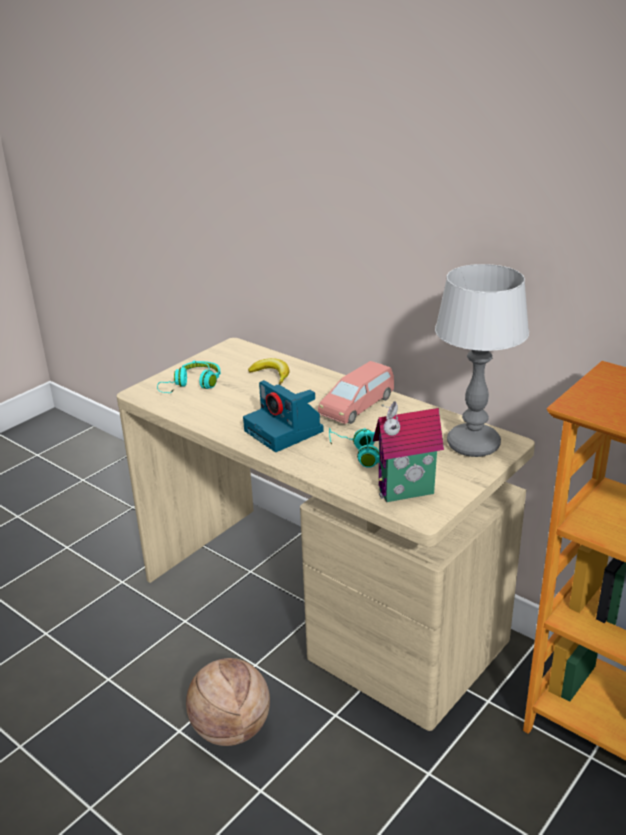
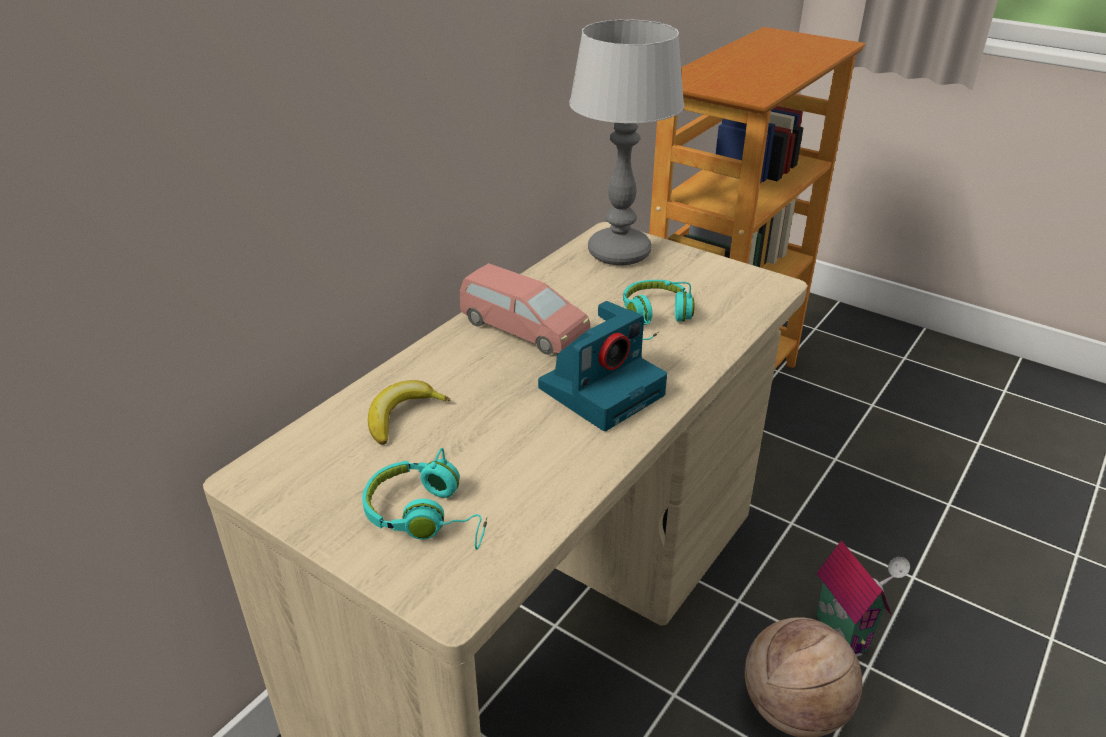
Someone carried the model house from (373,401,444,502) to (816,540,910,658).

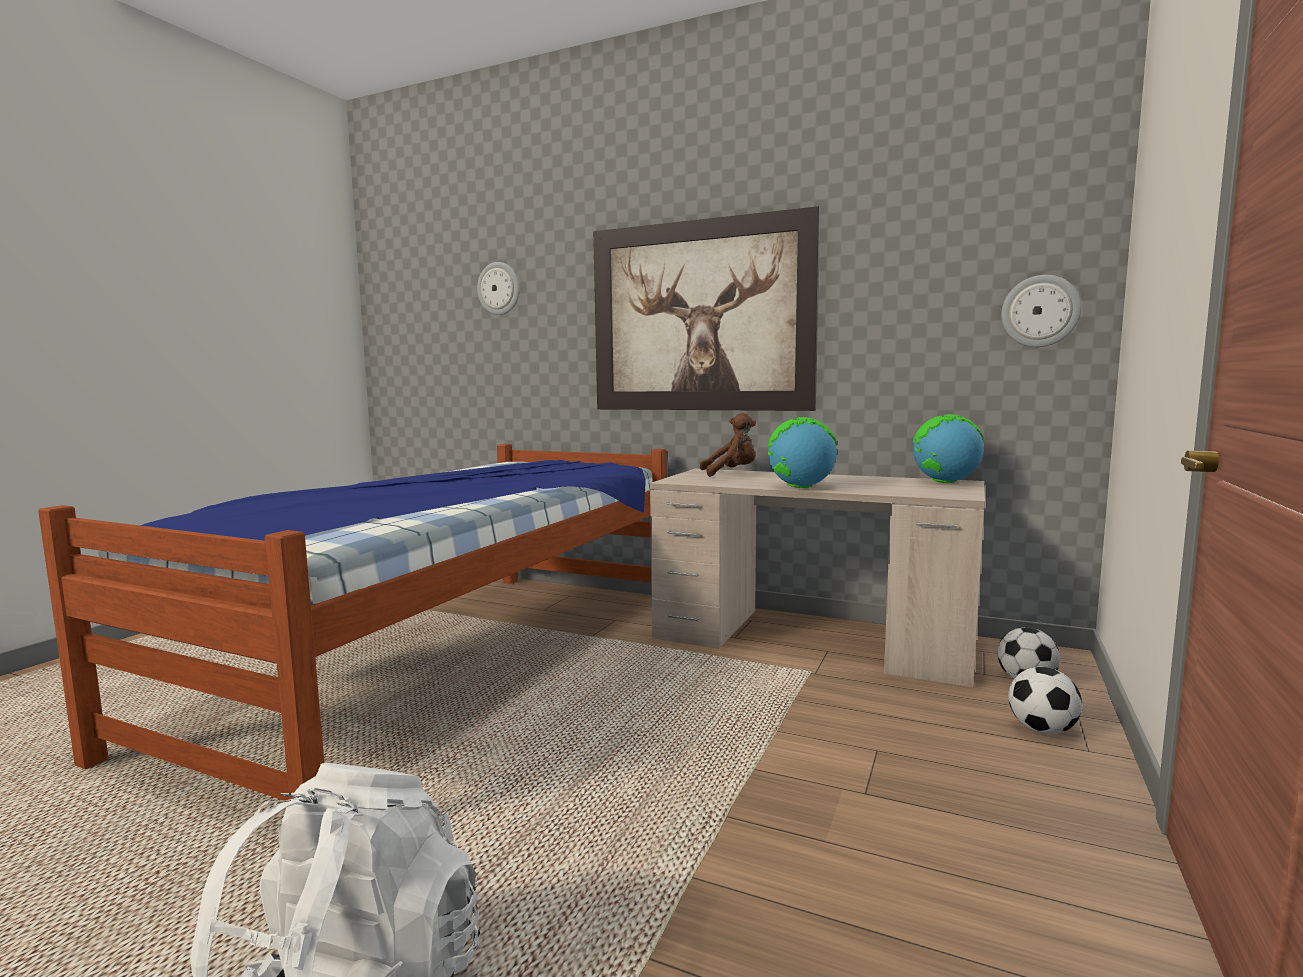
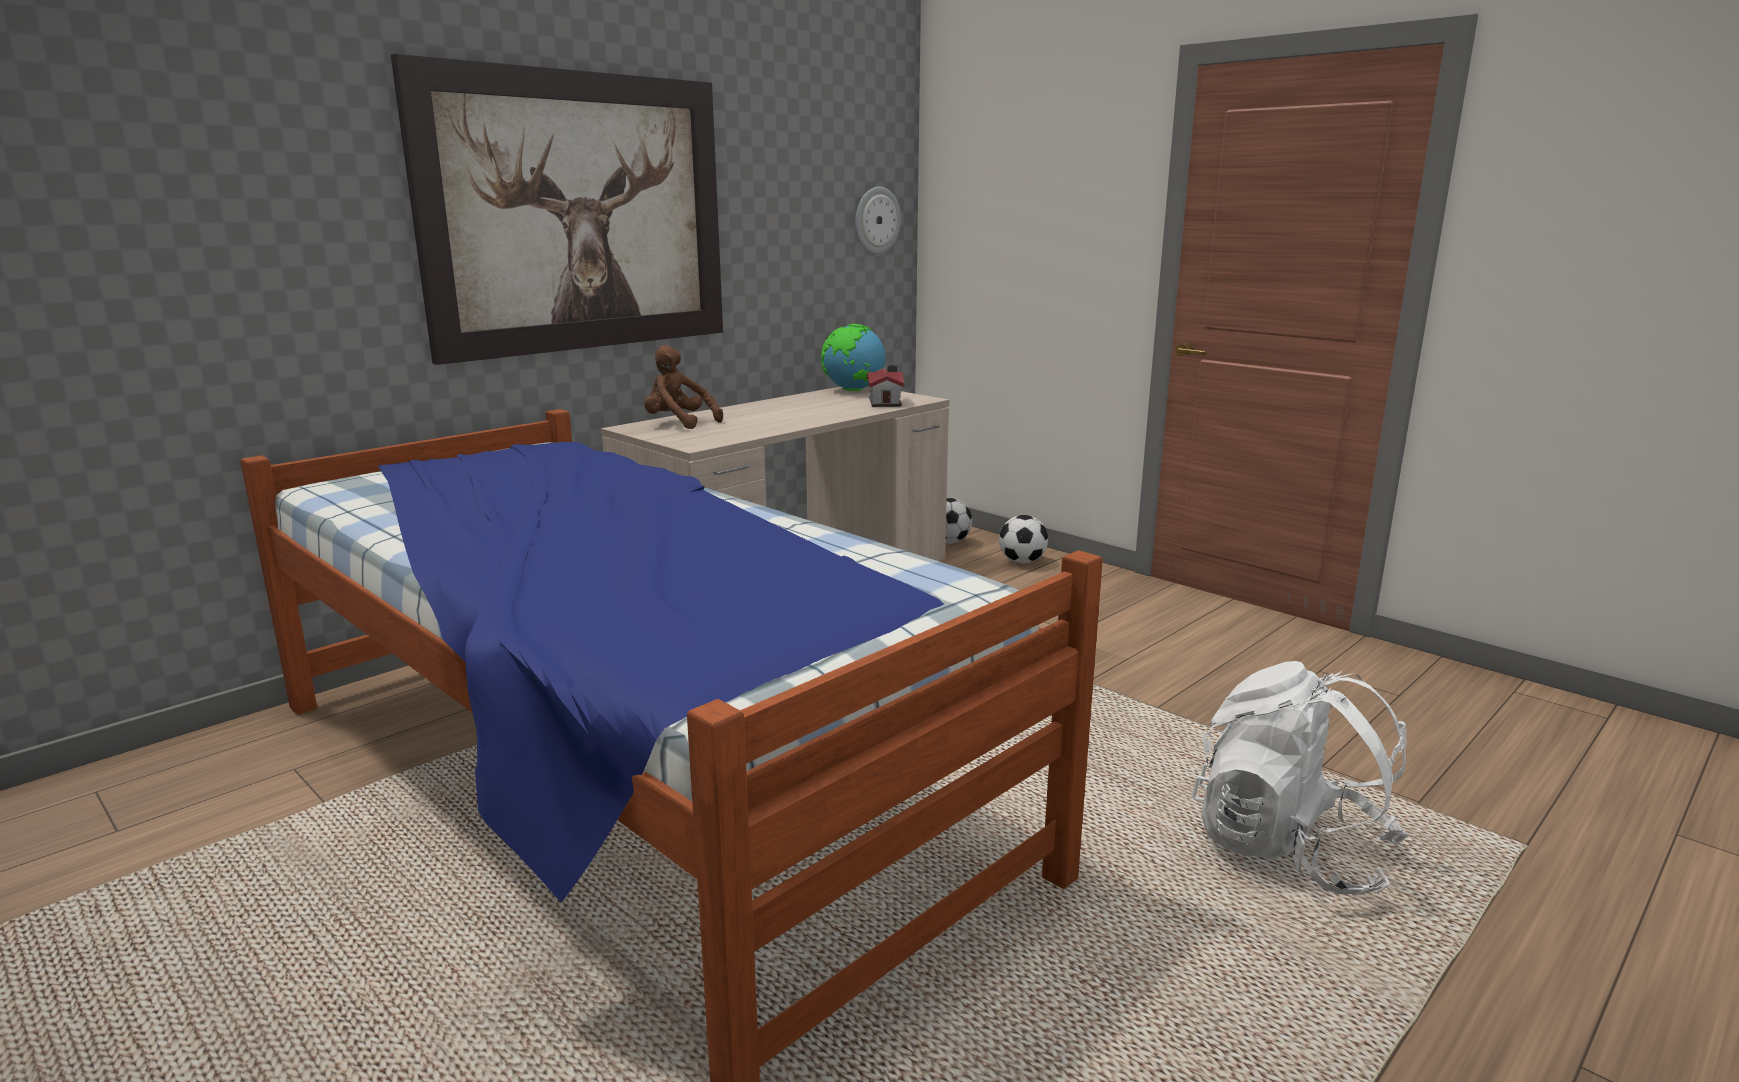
Someone rotated the brownish soft toy at (700,413,756,477) by 75 degrees counterclockwise. Someone put down the model house at (866,365,905,407). Someone took away the clock on the wall at (477,262,520,315). Someone took away the globe at (768,417,837,488).

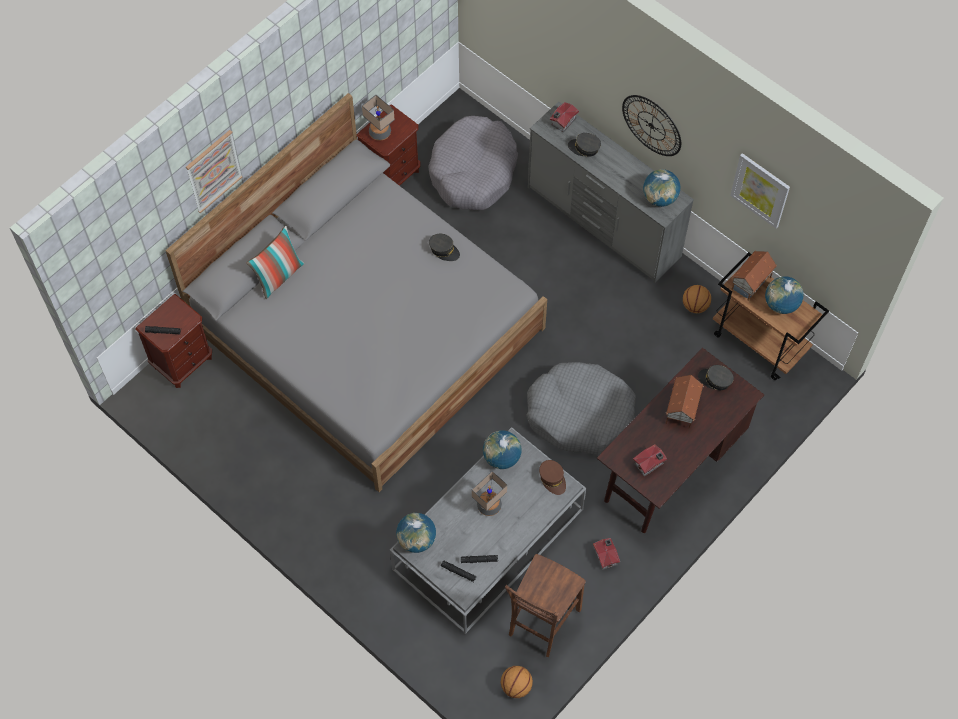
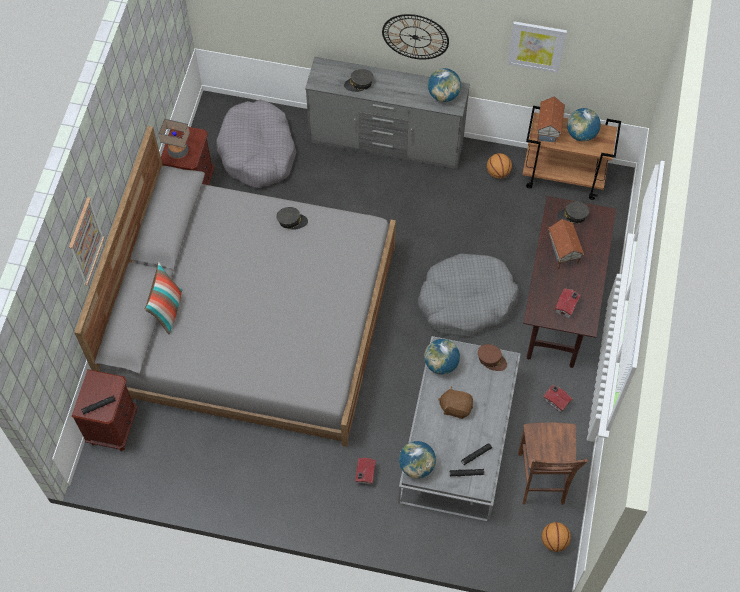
Someone carried the model house from (550,102,579,133) to (355,458,376,486). Someone swapped the lamp for a table at (472,471,507,516) for the brownish soft toy at (438,386,473,419).

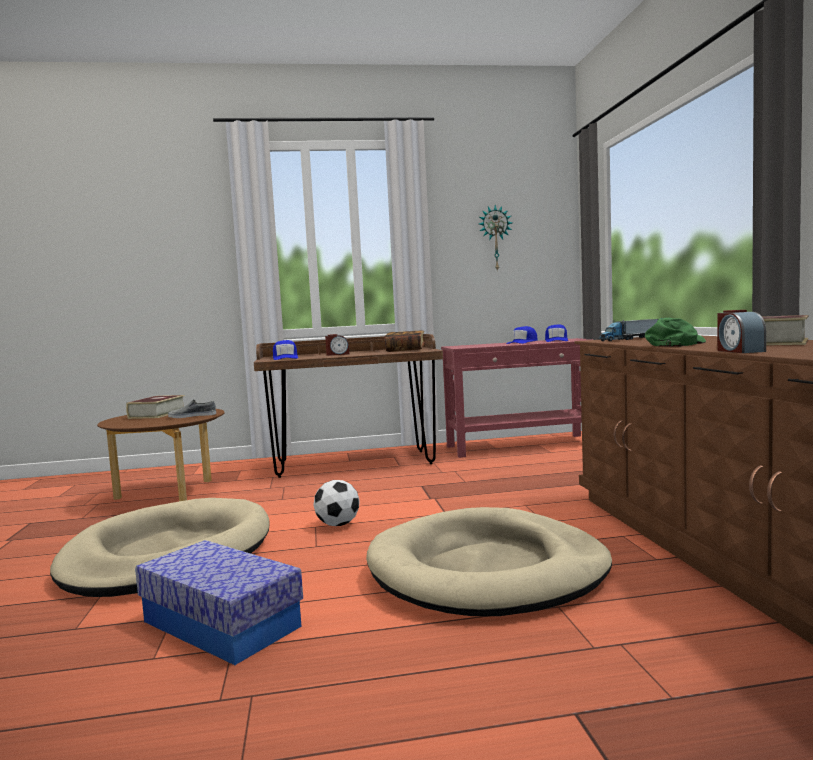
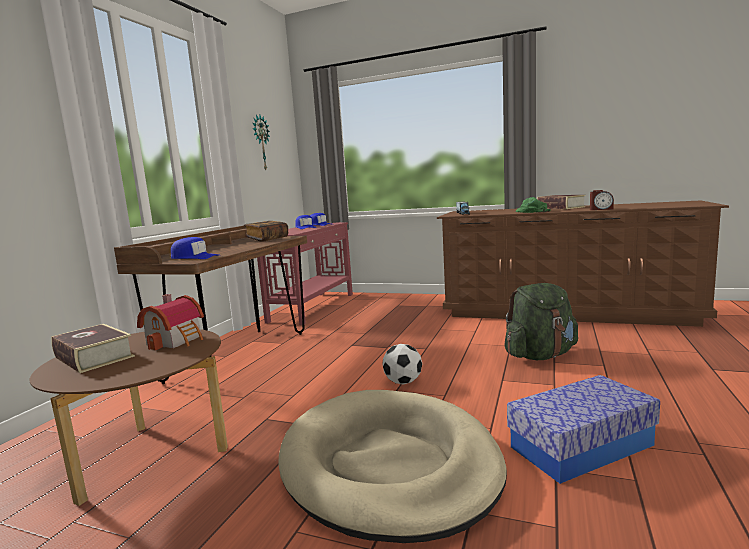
Someone swapped the grey low shoe at (168,399,216,418) for the model house at (137,294,204,350). Someone swapped the sand-coloured dog bed at (366,507,612,616) for the green-coloured backpack at (504,283,578,360). Someone took away the alarm clock at (325,334,349,356).

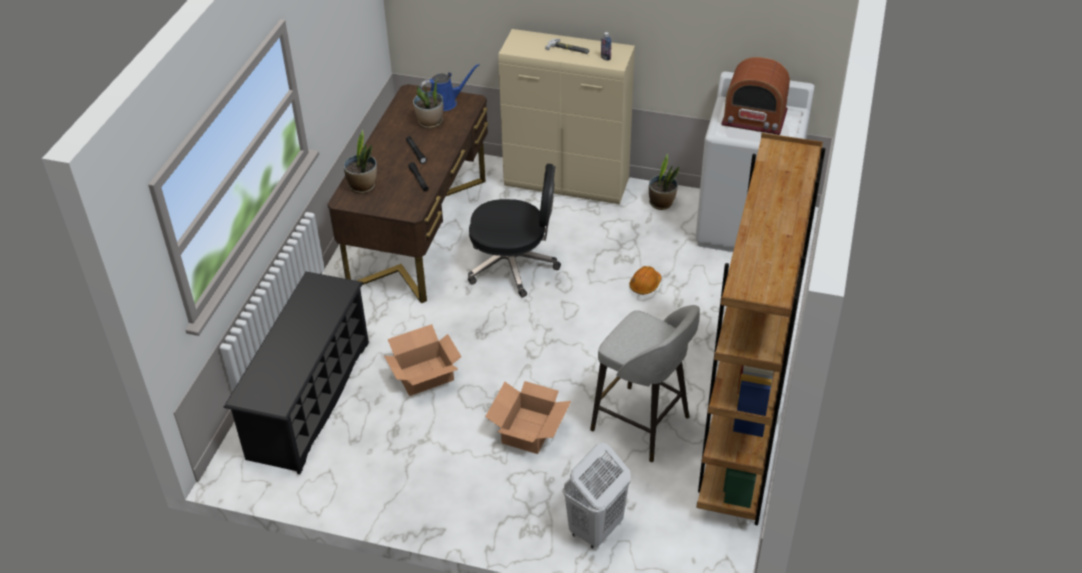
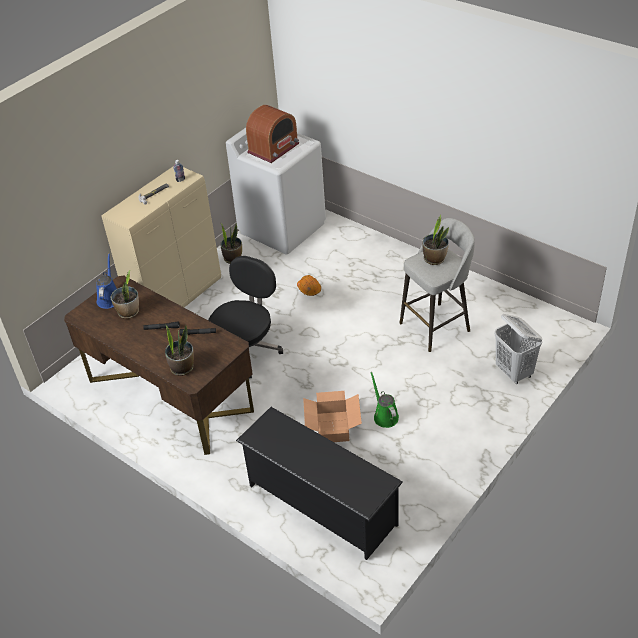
Someone put down the green-coloured watering pot at (370,372,399,428). Someone put down the plant in a pot at (423,215,449,265). Someone took away the packing box at (485,381,571,454). Someone took away the brownish bookcase at (696,133,825,525).

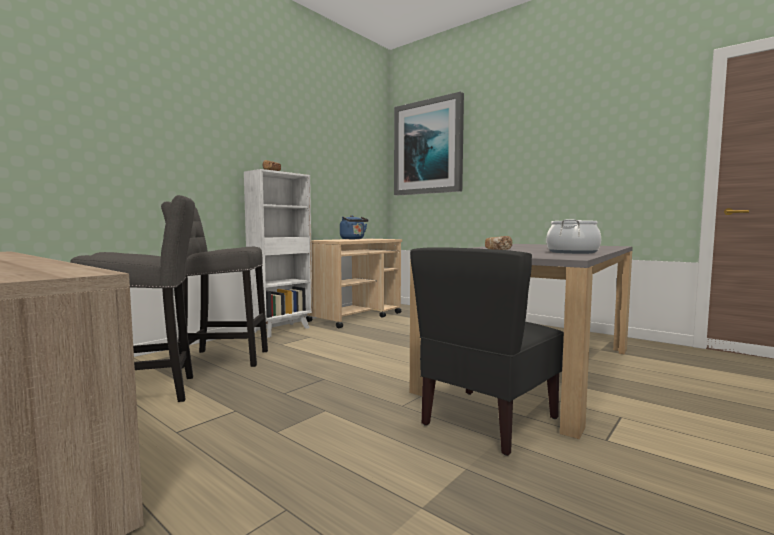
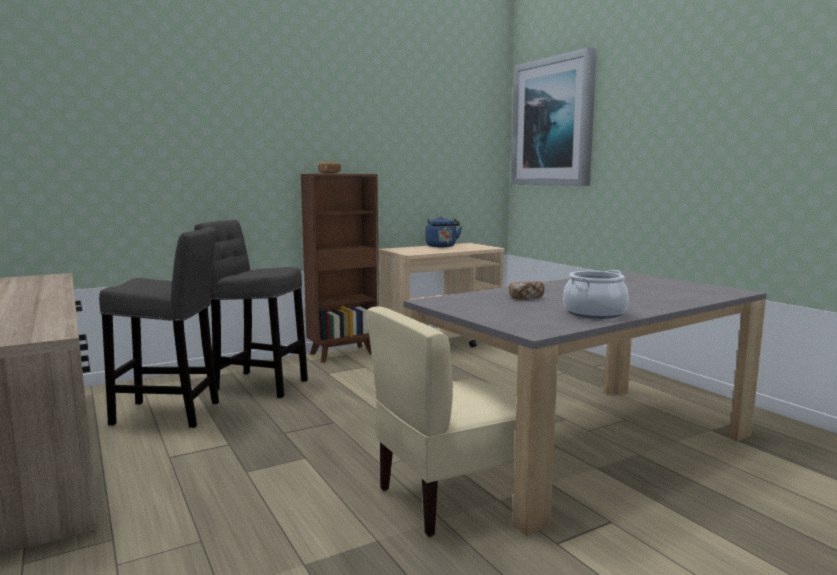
Someone repainted the whitish bookcase at (244,169,313,338), which became the brownish bookcase at (301,174,379,363). Someone repainted the black-coloured chair at (410,247,564,456), which became the sand-coloured chair at (367,306,517,537).

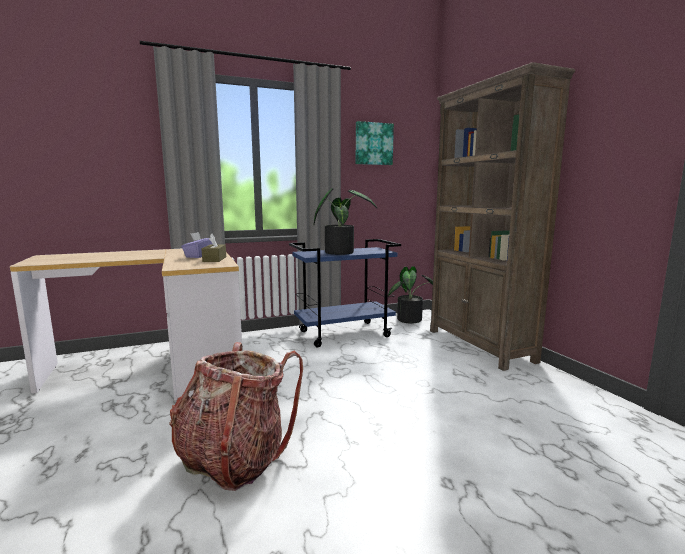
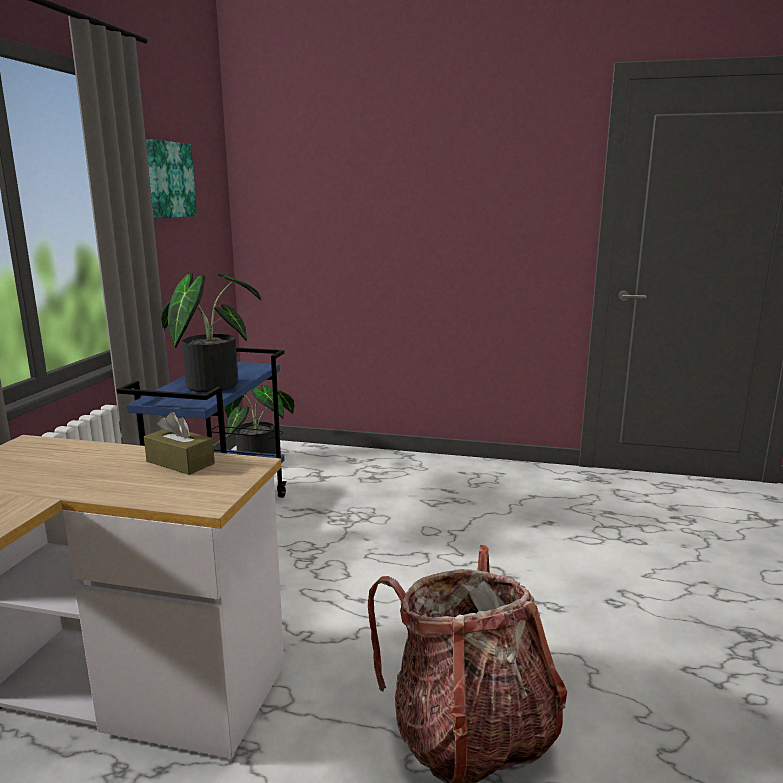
Someone took away the purple tissue holder at (181,232,212,258). Someone took away the brownish bookcase at (430,62,575,371).

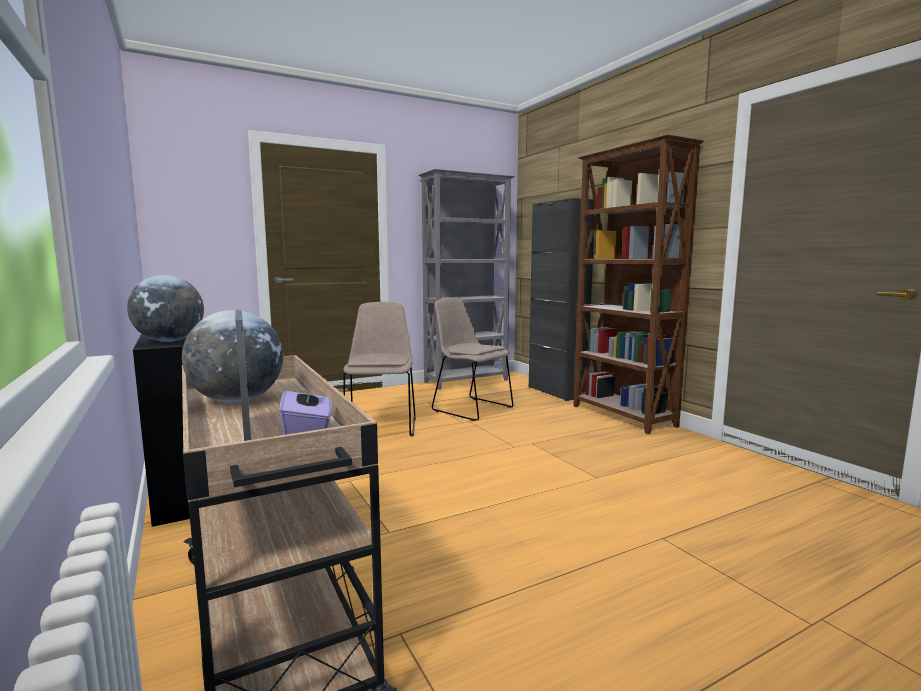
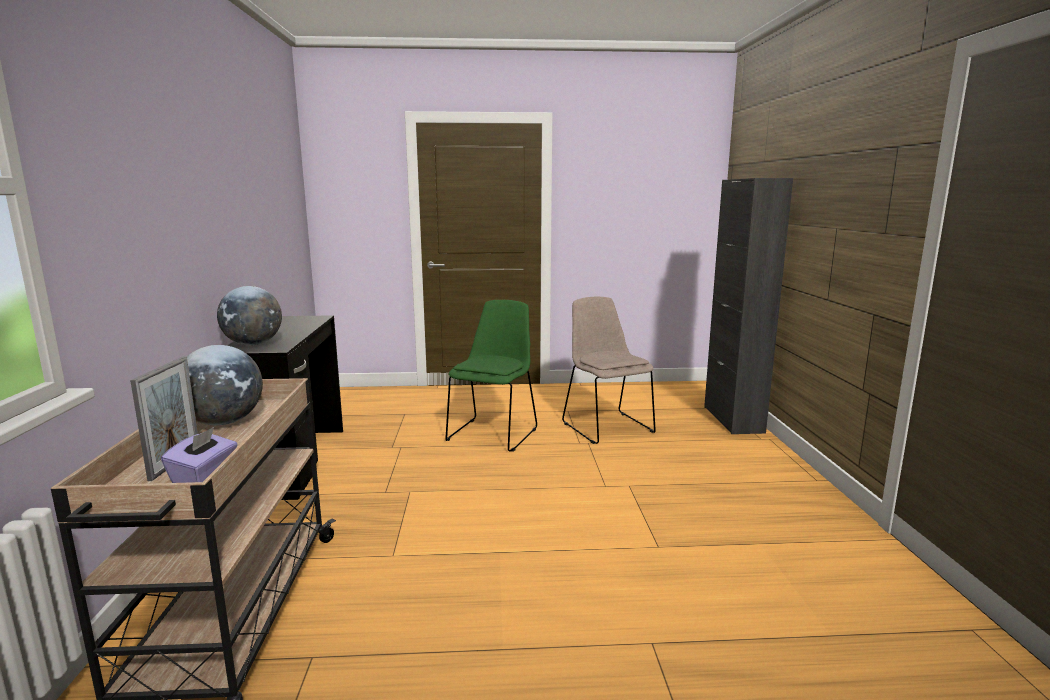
Someone repainted the sand-coloured chair at (343,302,416,436), which became the green-coloured chair at (445,300,537,452). Someone took away the grey bookcase at (419,169,515,390). Someone took away the brownish bookcase at (574,134,704,434).

